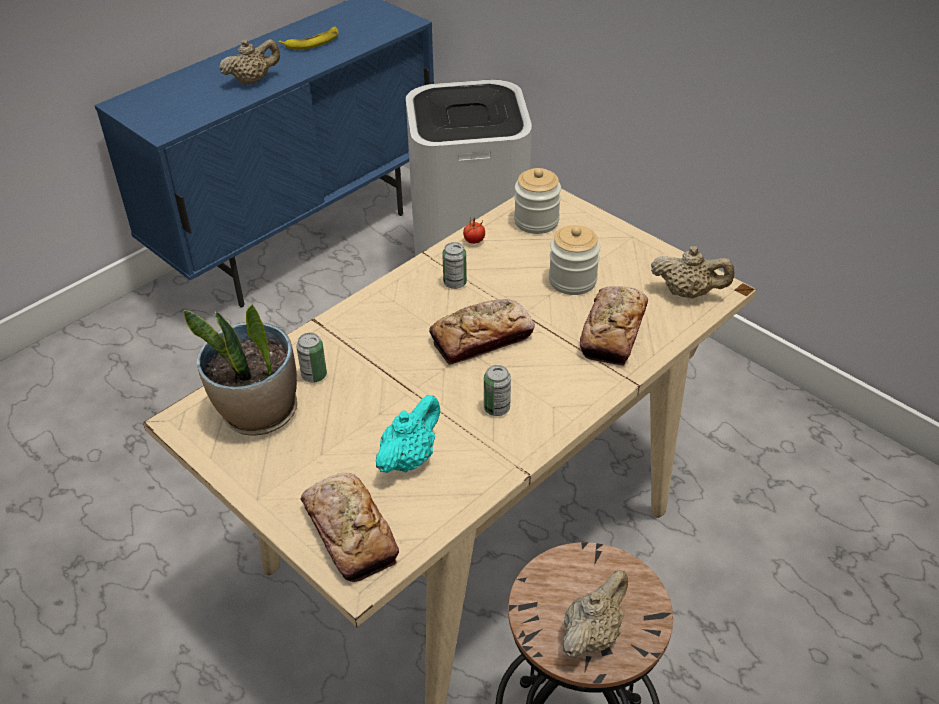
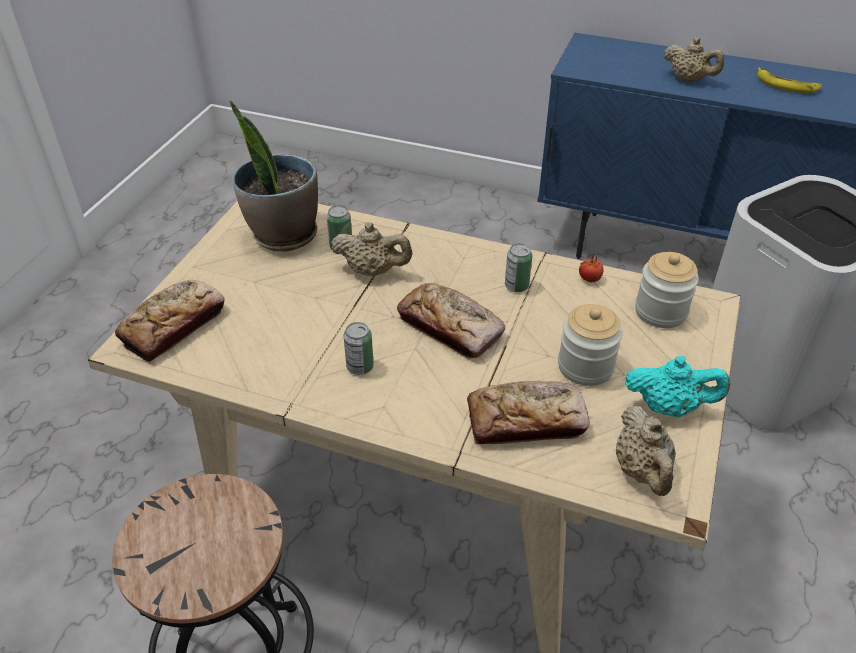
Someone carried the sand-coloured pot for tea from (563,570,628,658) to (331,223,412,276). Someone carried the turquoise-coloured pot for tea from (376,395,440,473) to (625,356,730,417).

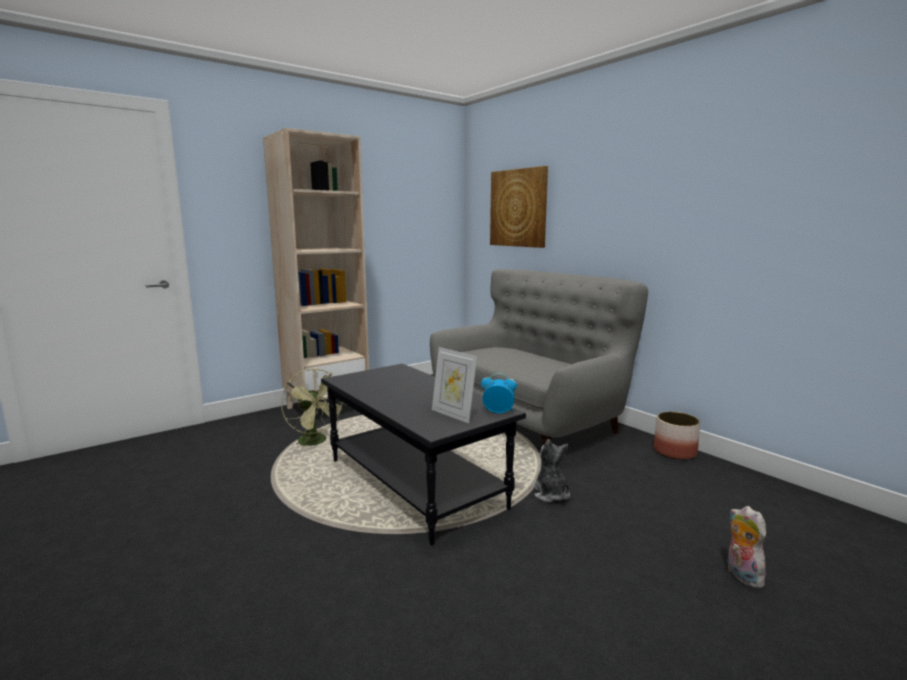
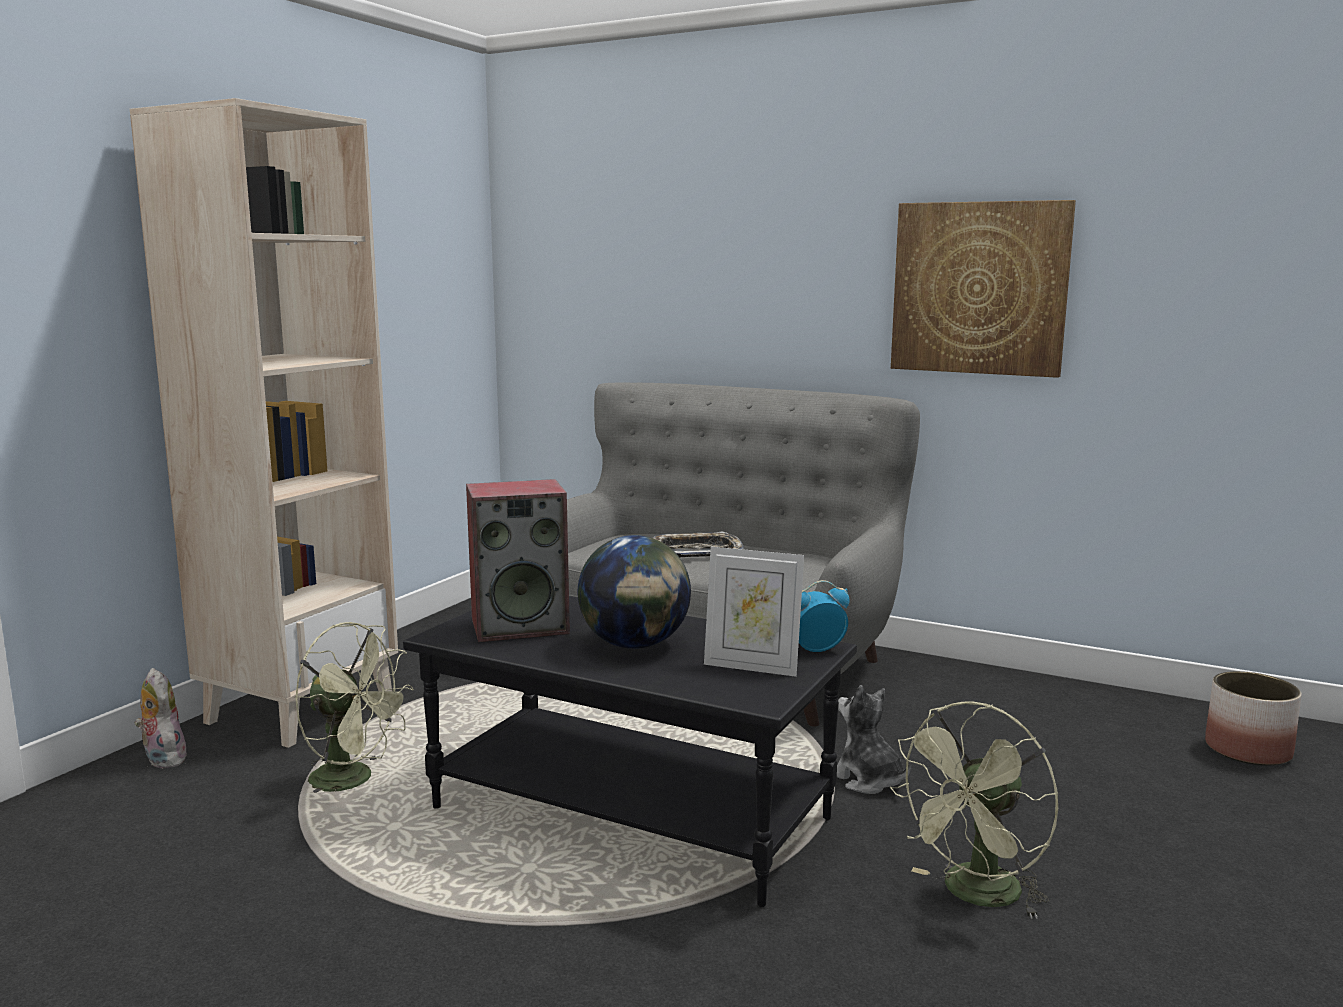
Someone carried the soft toy from (727,506,766,588) to (135,668,187,769). Someone put down the audio speaker at (466,479,570,642). Someone put down the globe at (578,535,691,649). Someone put down the serving tray at (653,532,744,557). Someone put down the green-coloured fan at (890,701,1058,919). Someone carried the wall art from (490,166,548,248) to (891,200,1076,378). Someone carried the planter from (654,412,701,460) to (1205,671,1302,766).

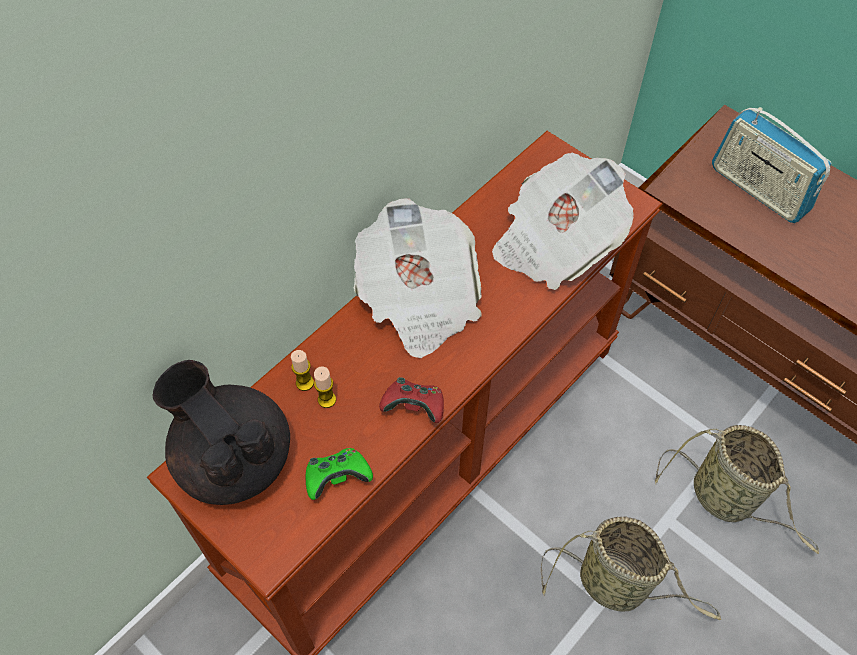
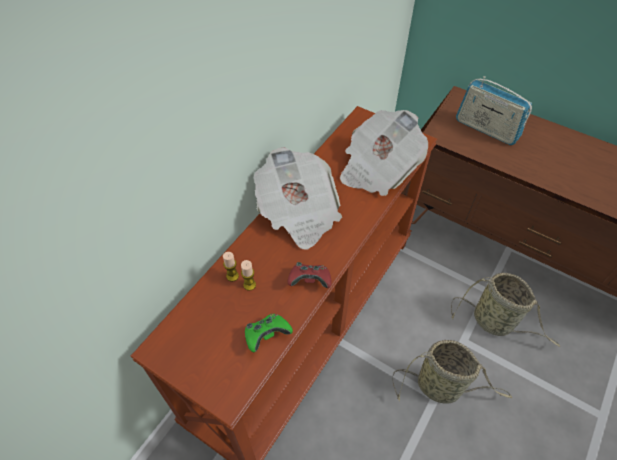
Someone took away the black-coloured pot for tea at (153,360,290,505).

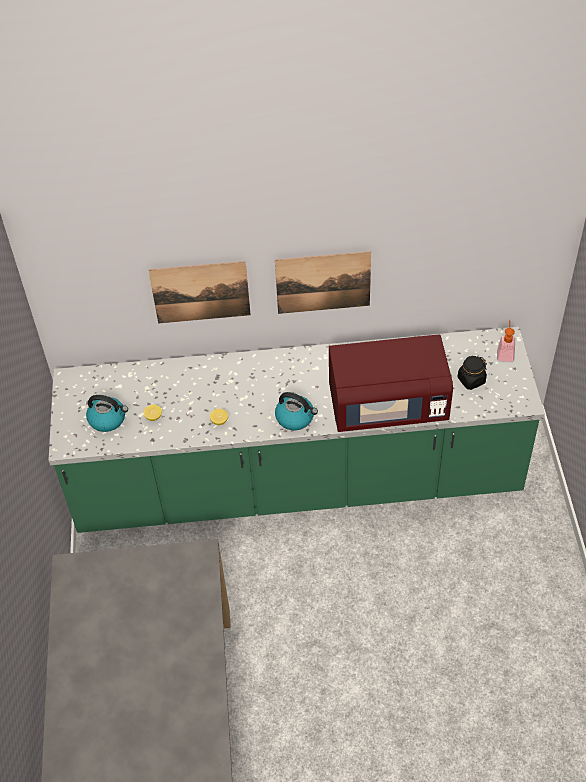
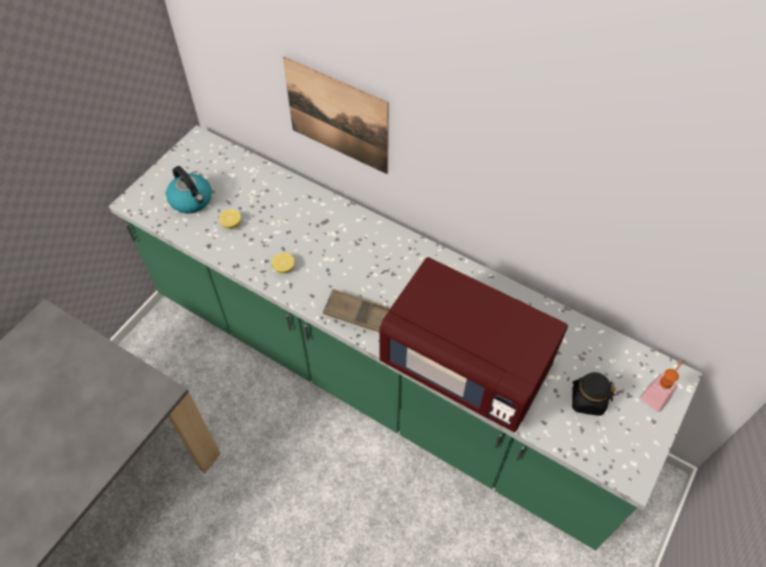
Someone swapped the tea kettle at (275,392,318,430) for the brownish serving tray at (323,289,390,333). Someone took away the wall art at (275,251,371,314).

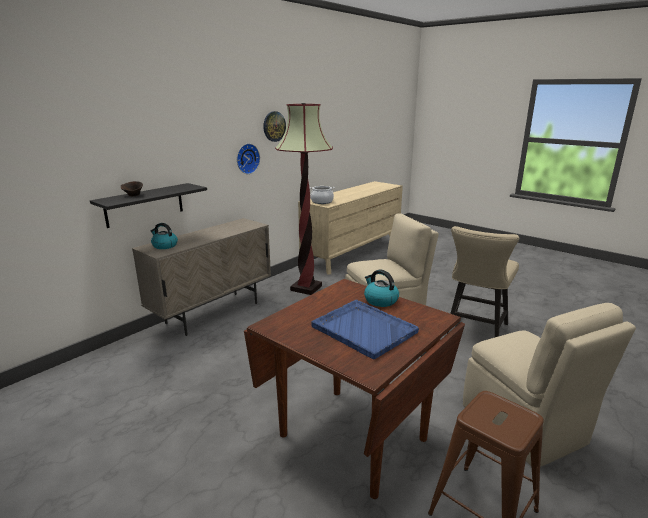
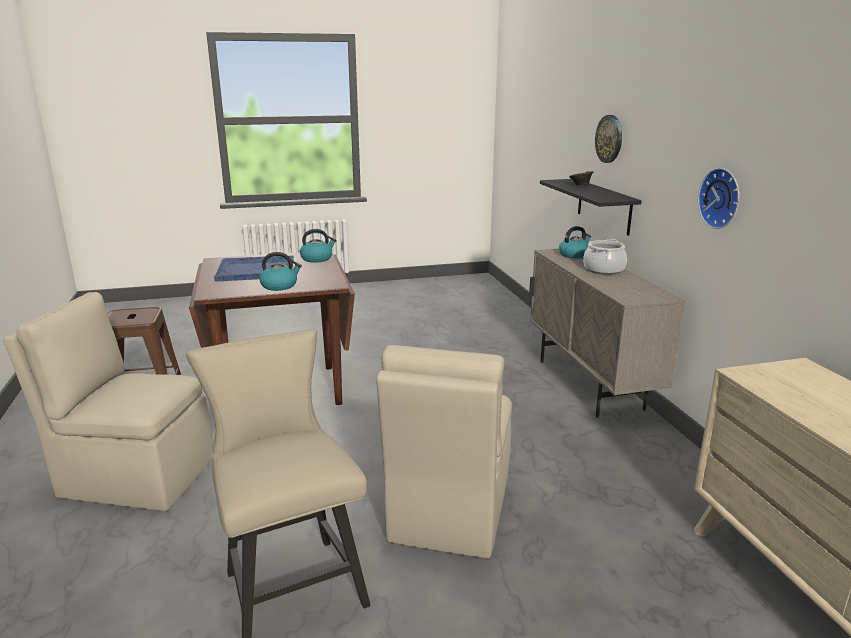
Someone put down the tea kettle at (300,229,337,263). Someone carried the saucepot from (309,186,335,204) to (583,239,627,275). Someone carried the clock on the wall from (263,111,286,142) to (595,115,622,163). Someone took away the standing lamp at (275,103,333,295).

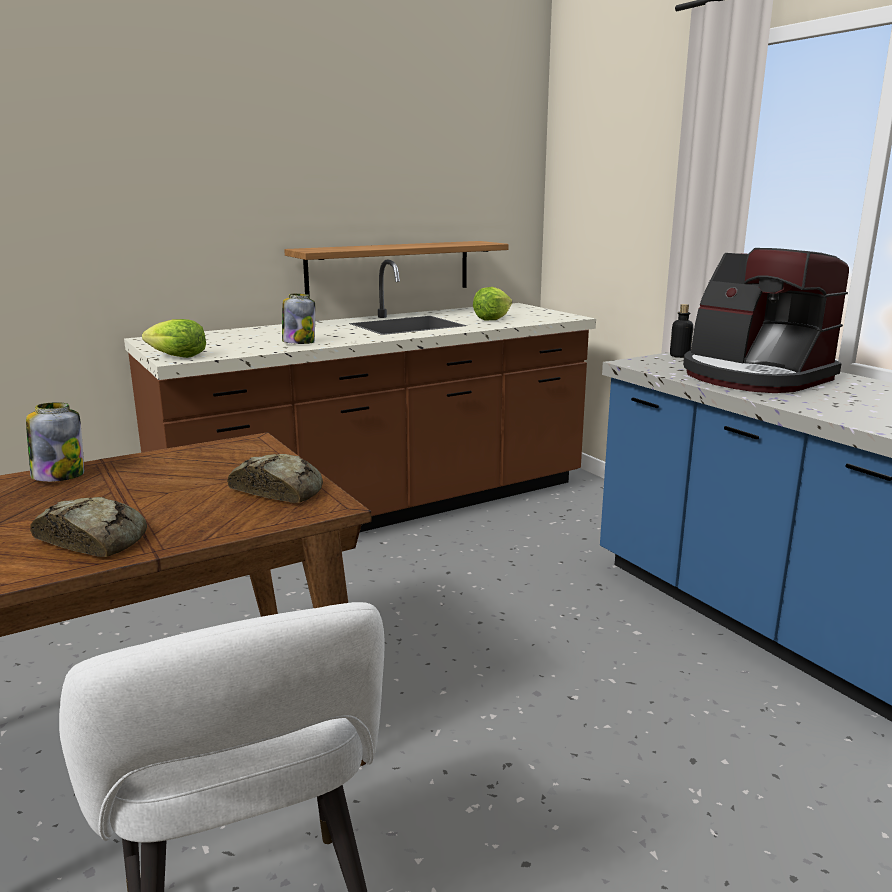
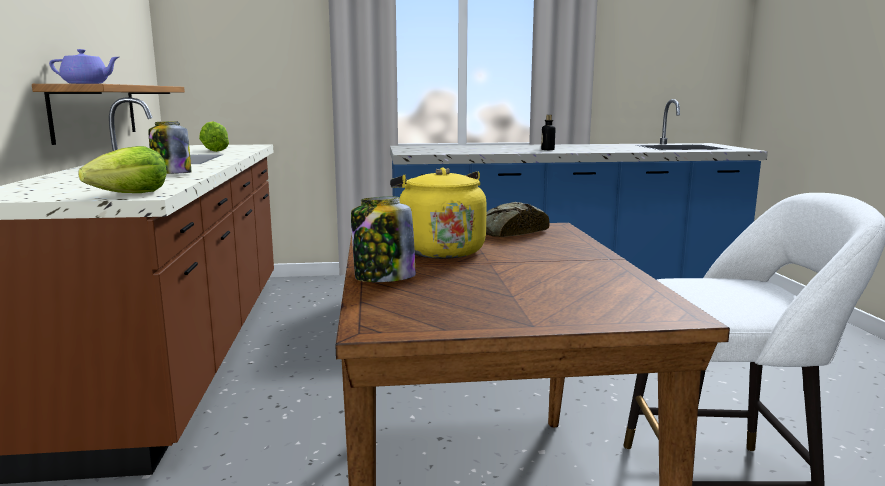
Someone put down the purple pot for tea at (49,49,119,84). Someone put down the yellow tea kettle at (390,167,487,259). Someone carried the drink bottle from (670,304,693,358) to (541,115,555,150). Someone took away the bread at (30,497,147,557). Someone took away the coffee brewer at (683,248,849,393).

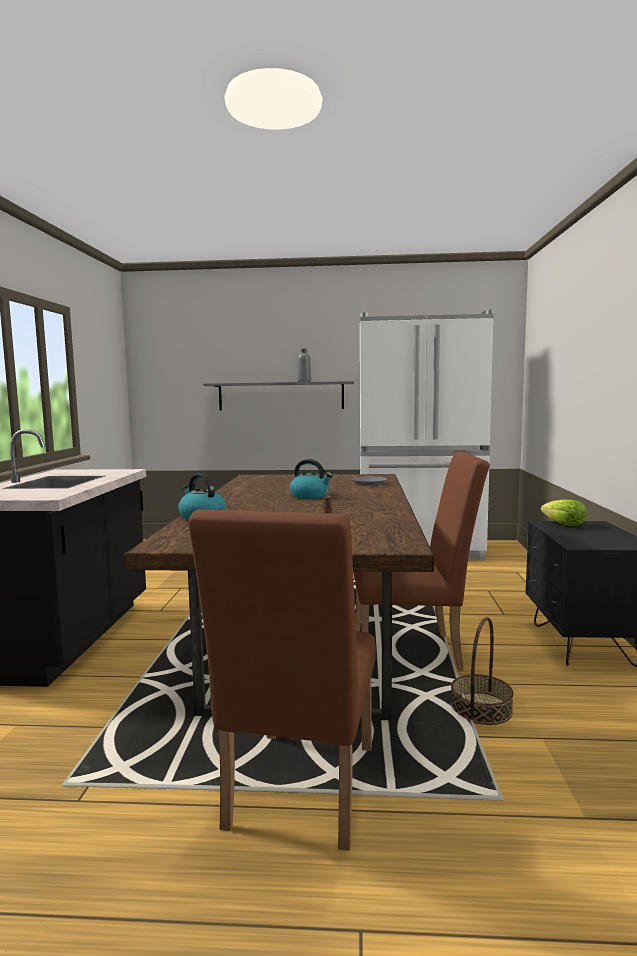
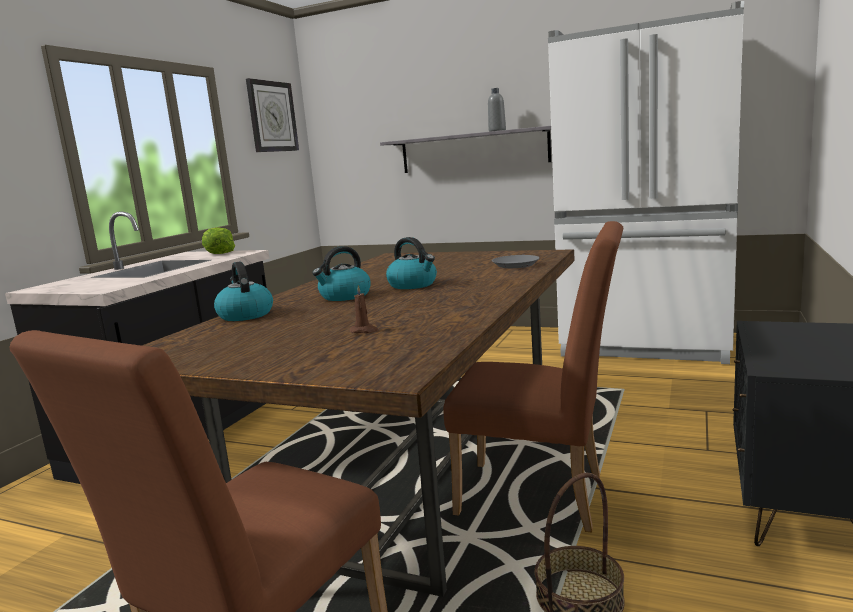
Someone carried the head of lettuce from (541,499,587,526) to (202,227,235,254). Someone put up the clock on the wall at (246,78,299,152). Someone put down the tea kettle at (312,246,371,301).

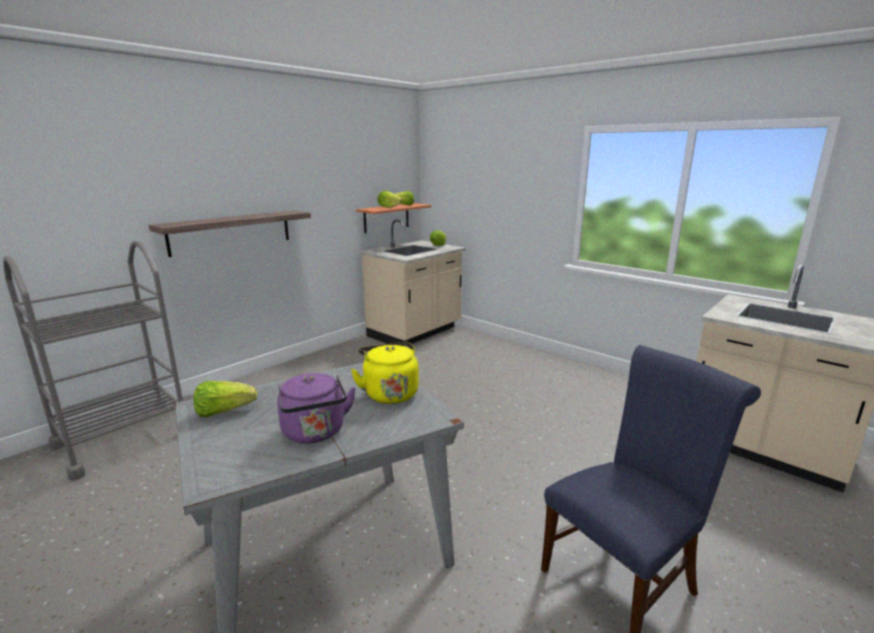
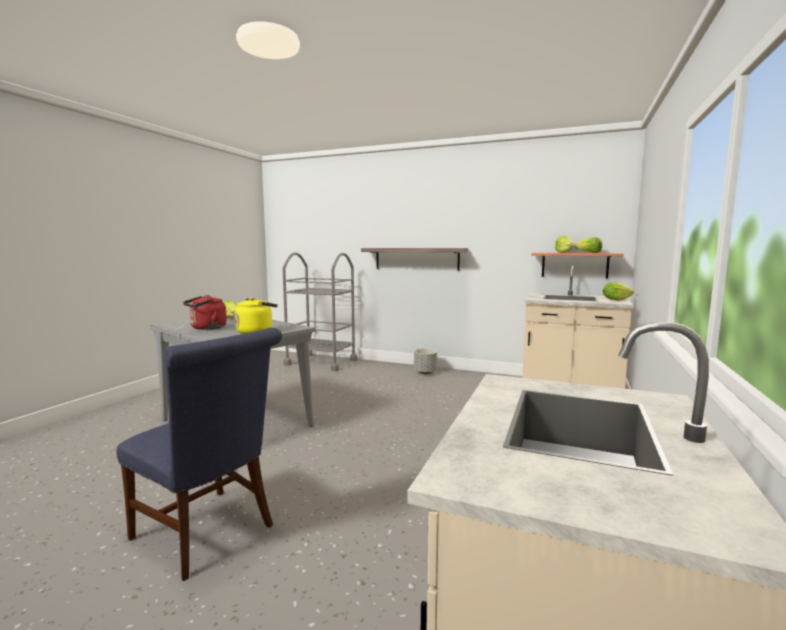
Someone repainted the purple tea kettle at (277,373,356,443), which became the reddish tea kettle at (183,295,227,330). Someone put down the grey planter at (414,349,437,374).

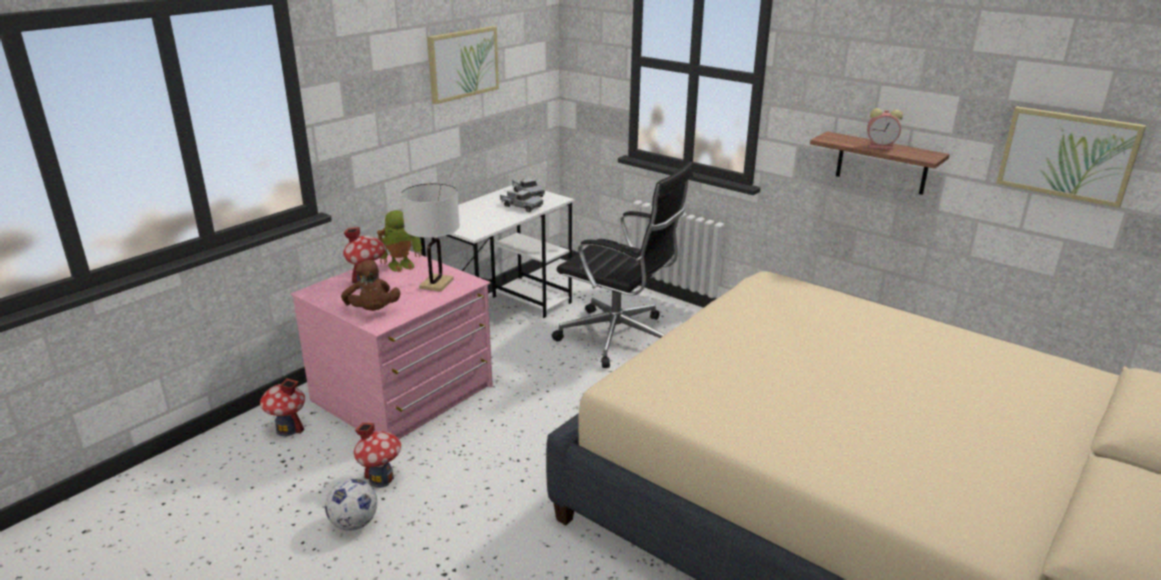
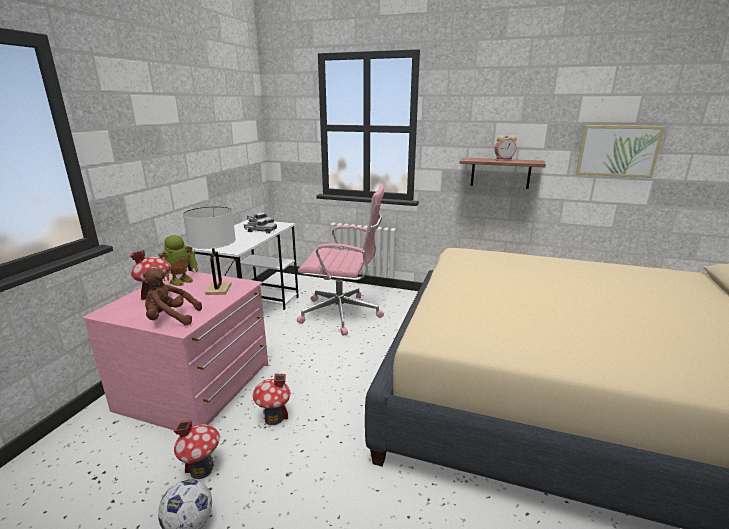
Someone rotated the brownish soft toy at (341,260,401,311) by 135 degrees clockwise. Someone carried the model house from (260,378,305,436) to (253,374,291,425). Someone repainted the black-coloured desk chair at (552,161,693,368), which became the pinkish desk chair at (297,184,384,335). Someone took away the wall art at (427,26,499,104).

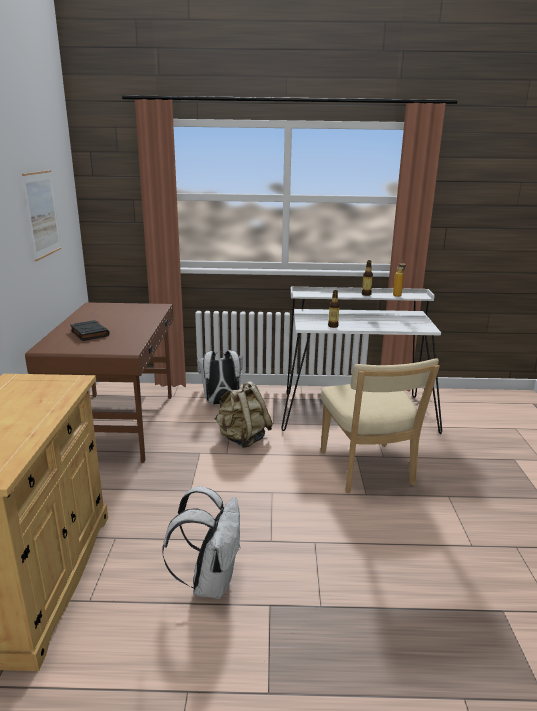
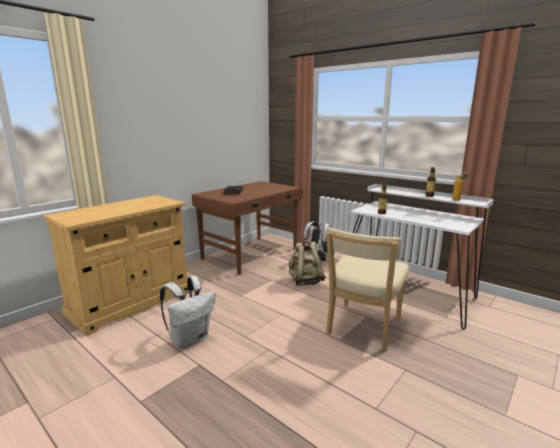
Someone took away the wall art at (22,170,61,261).

